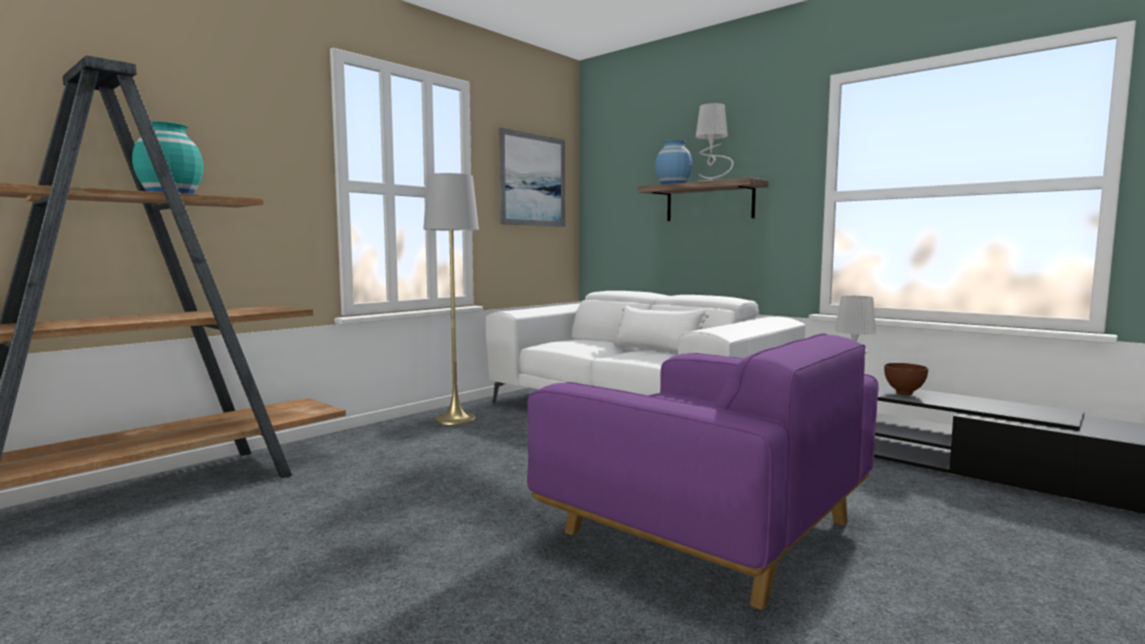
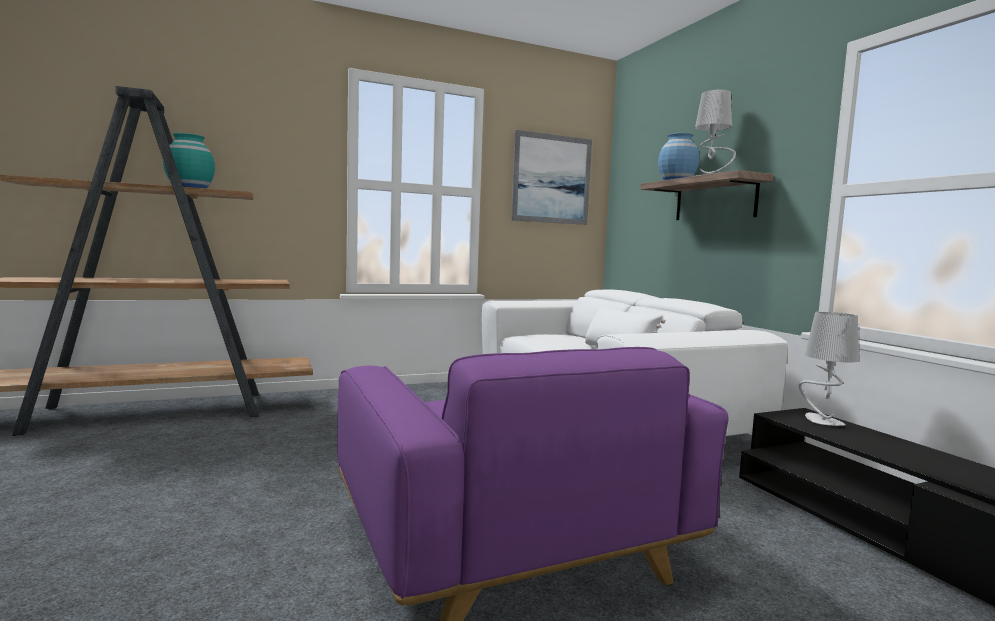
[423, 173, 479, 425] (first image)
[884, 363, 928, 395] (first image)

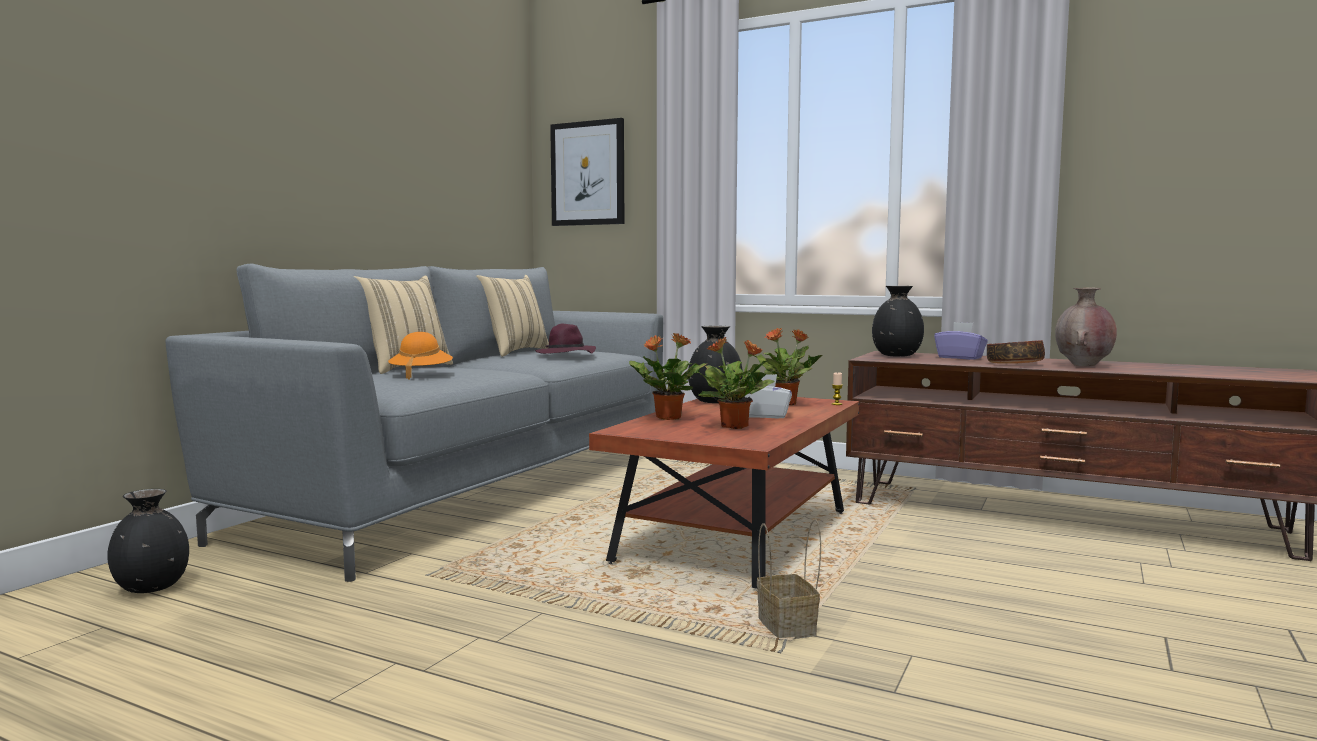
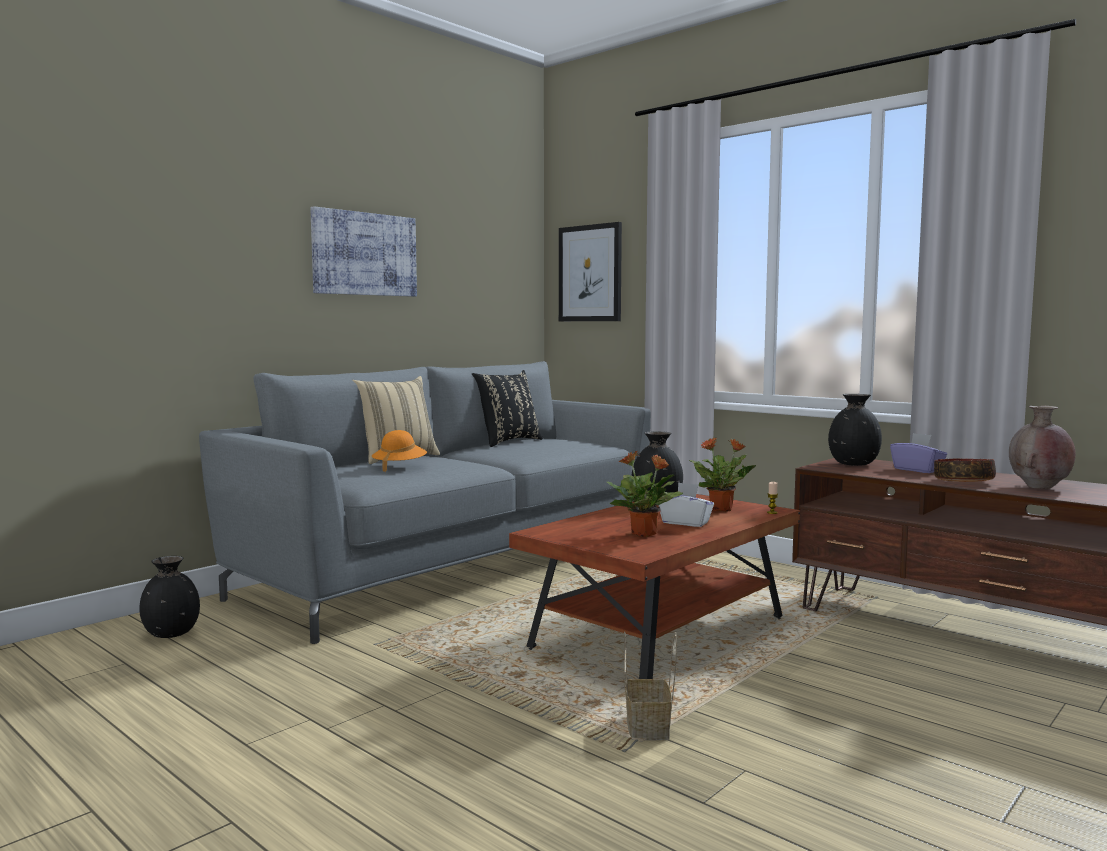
[472, 370, 543, 447]
[535, 324, 596, 354] (first image)
[629, 333, 708, 420] (first image)
[310, 206, 417, 297]

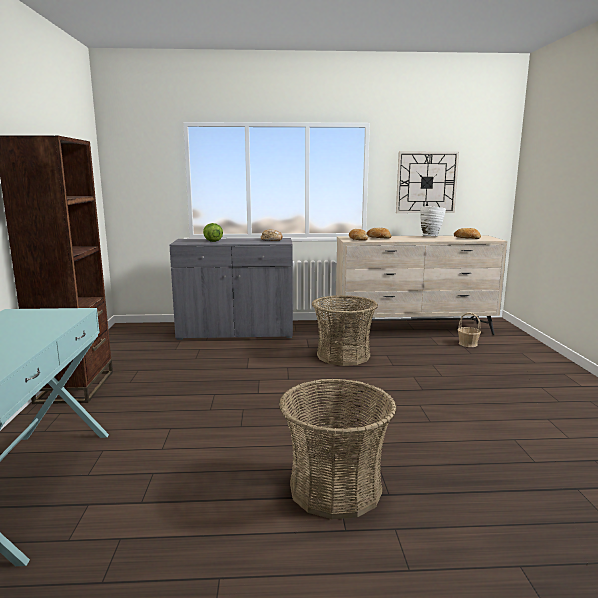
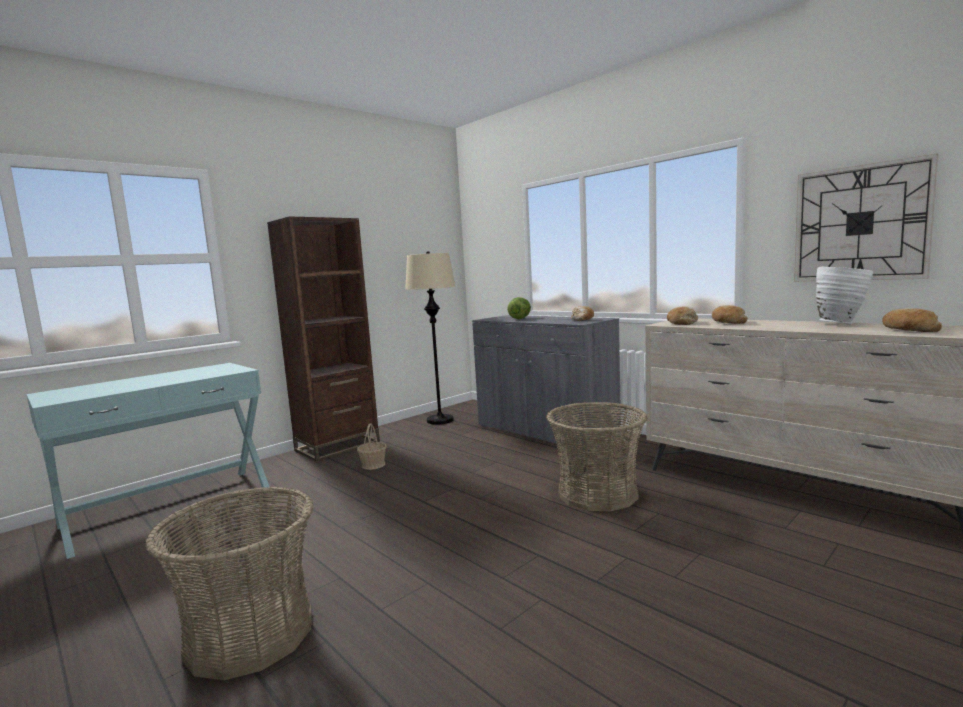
[357, 423, 386, 470]
[405, 251, 455, 425]

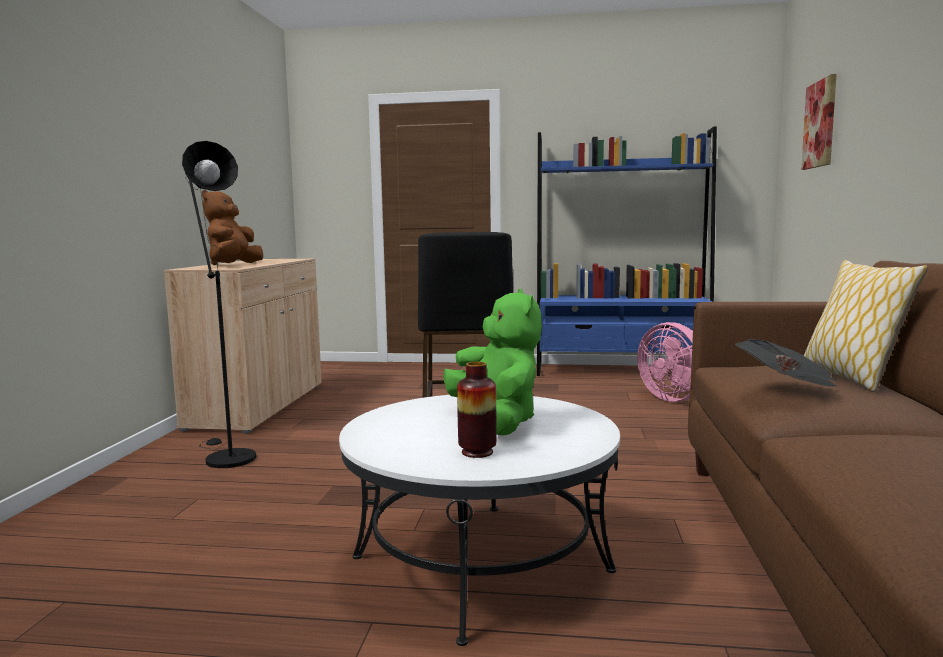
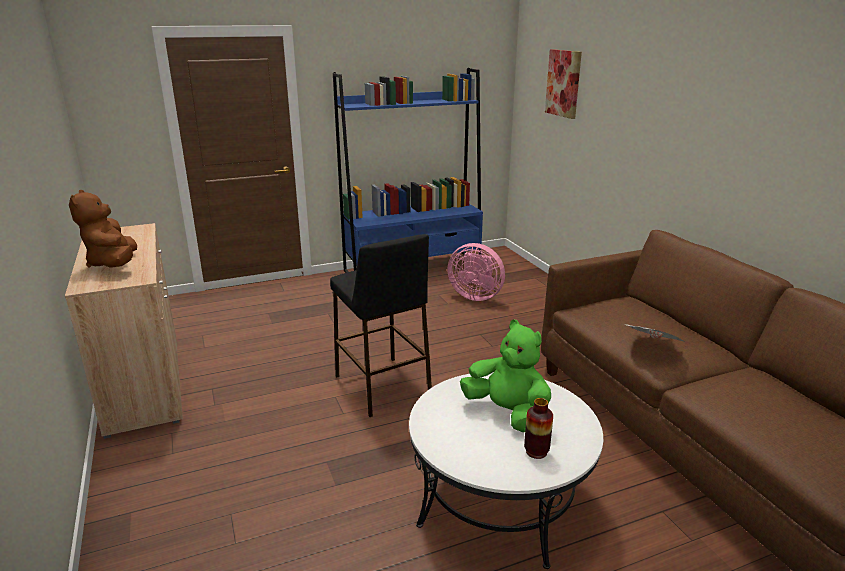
[182, 141, 256, 468] (first image)
[804, 260, 928, 392] (first image)

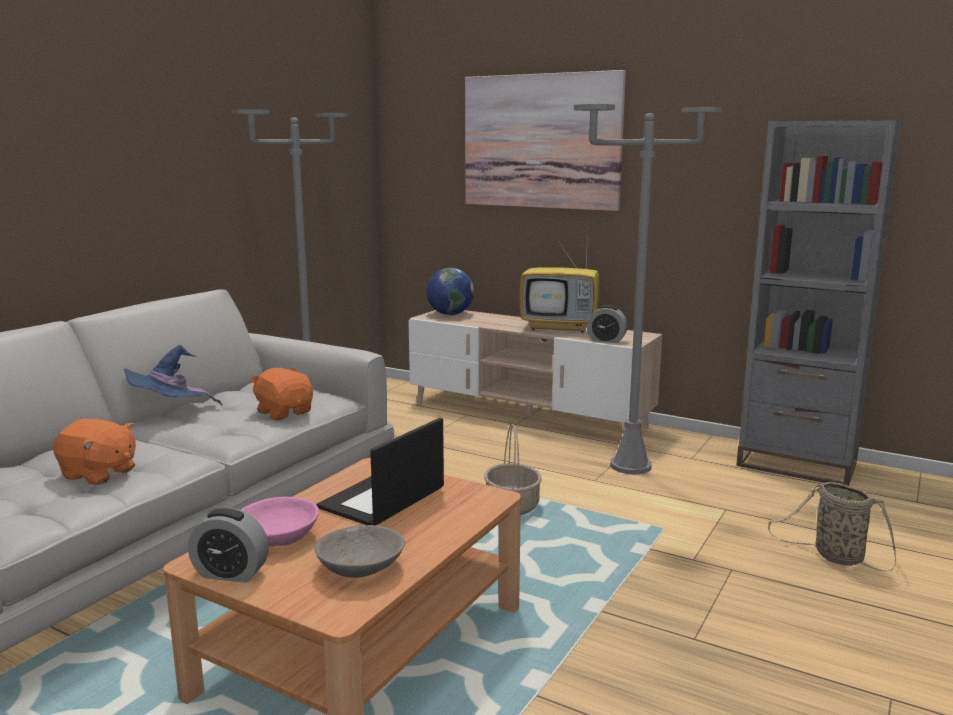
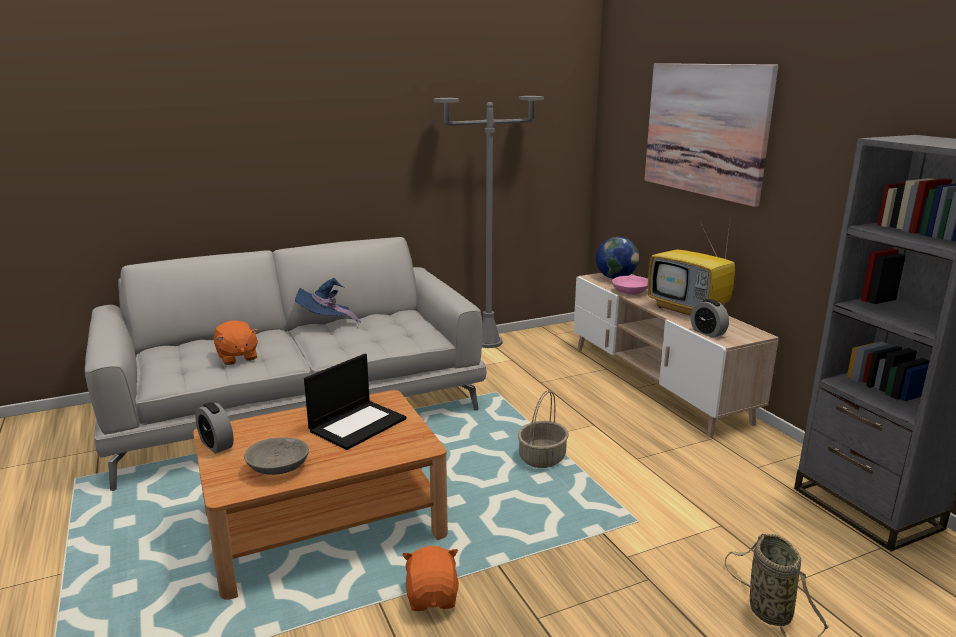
[574, 104, 721, 475] (first image)
[402, 546, 459, 611]
[304, 354, 407, 450]
[612, 276, 648, 295]

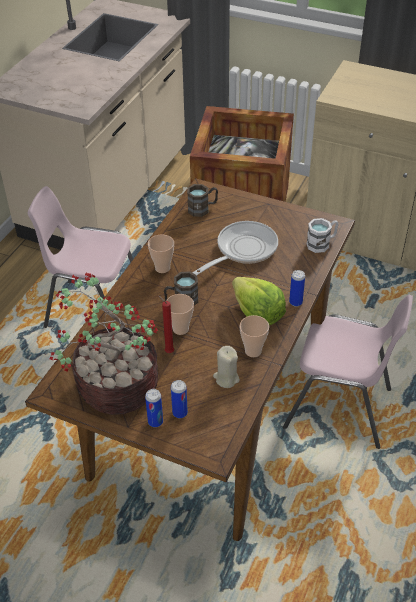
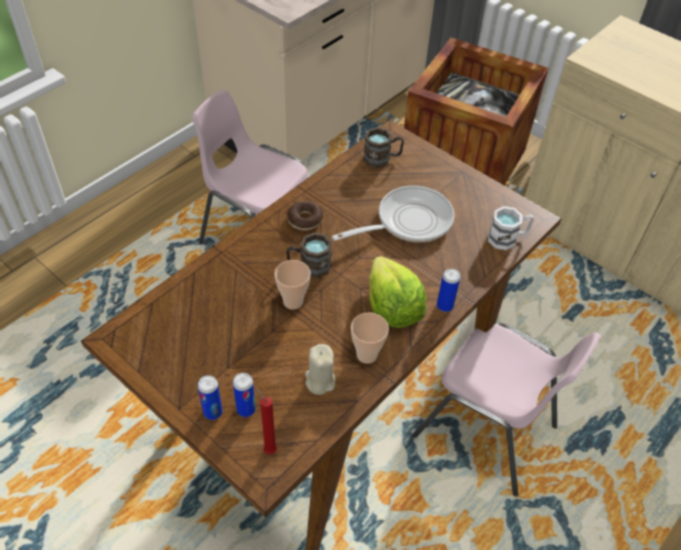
[287, 201, 323, 230]
[50, 272, 158, 415] (first image)
[256, 388, 277, 454]

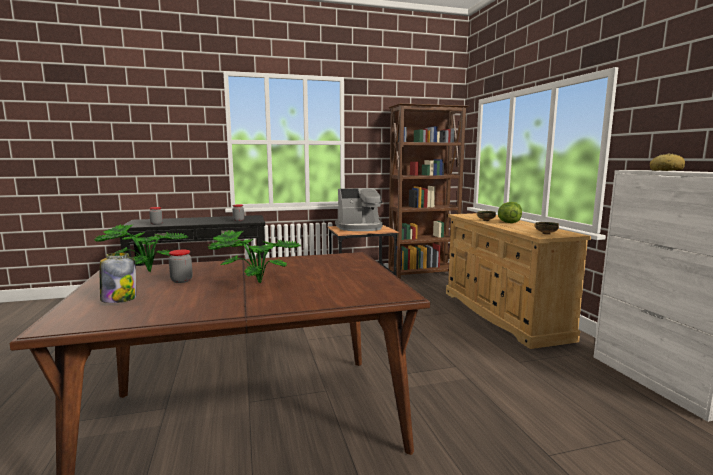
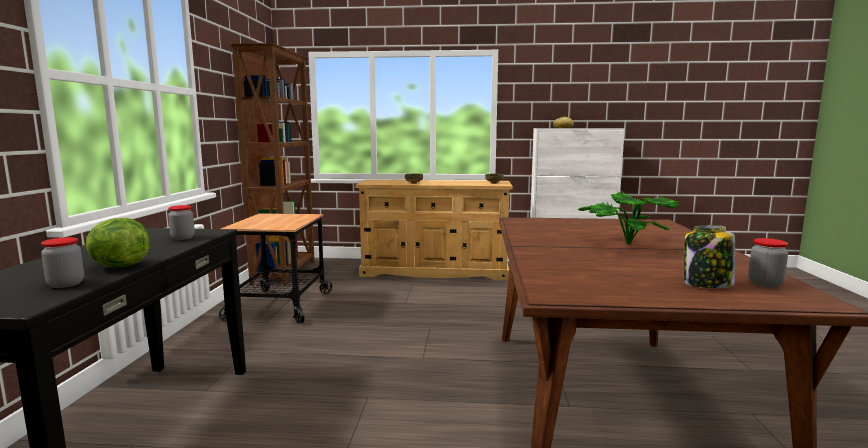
[335, 188, 383, 231] (first image)
[86, 218, 150, 268]
[94, 224, 189, 272] (first image)
[748, 238, 788, 287]

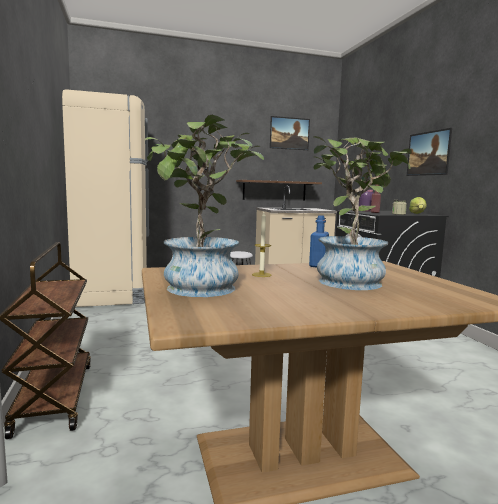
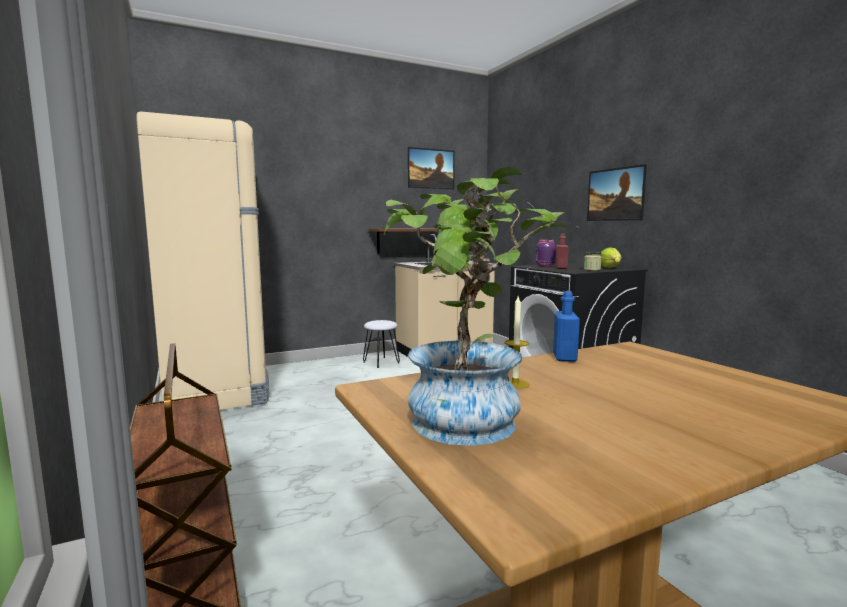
[313, 136, 412, 290] (first image)

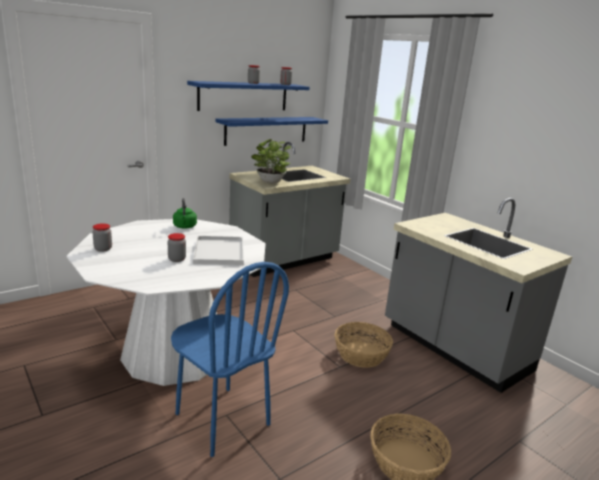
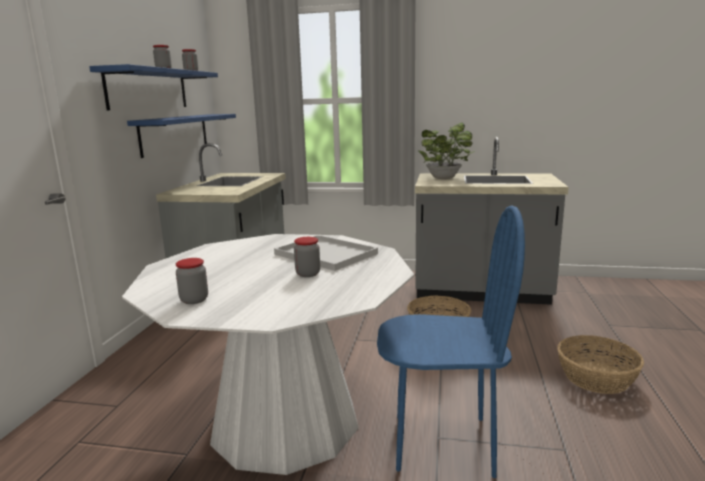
[418, 122, 475, 179]
[173, 198, 197, 229] (first image)

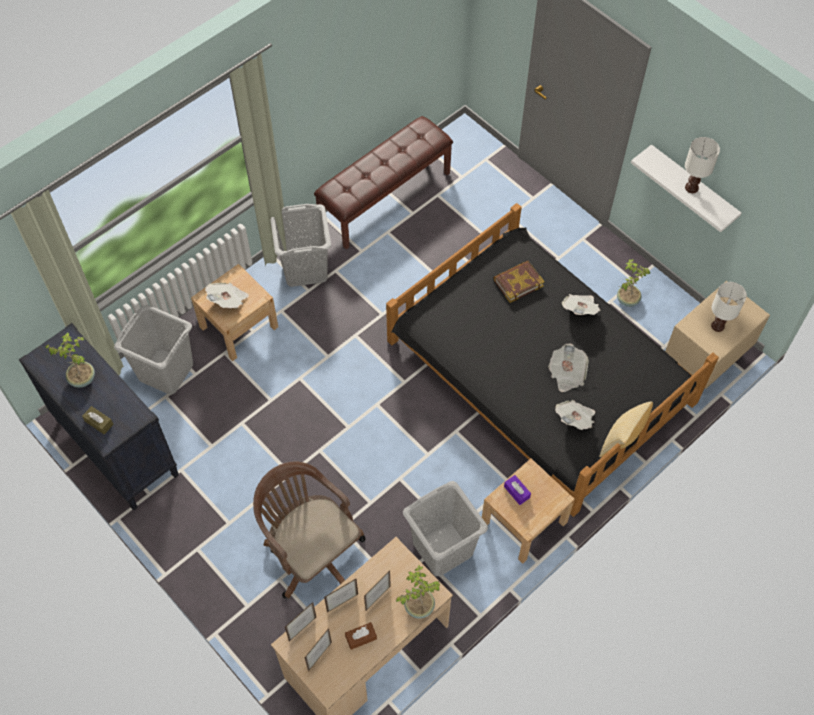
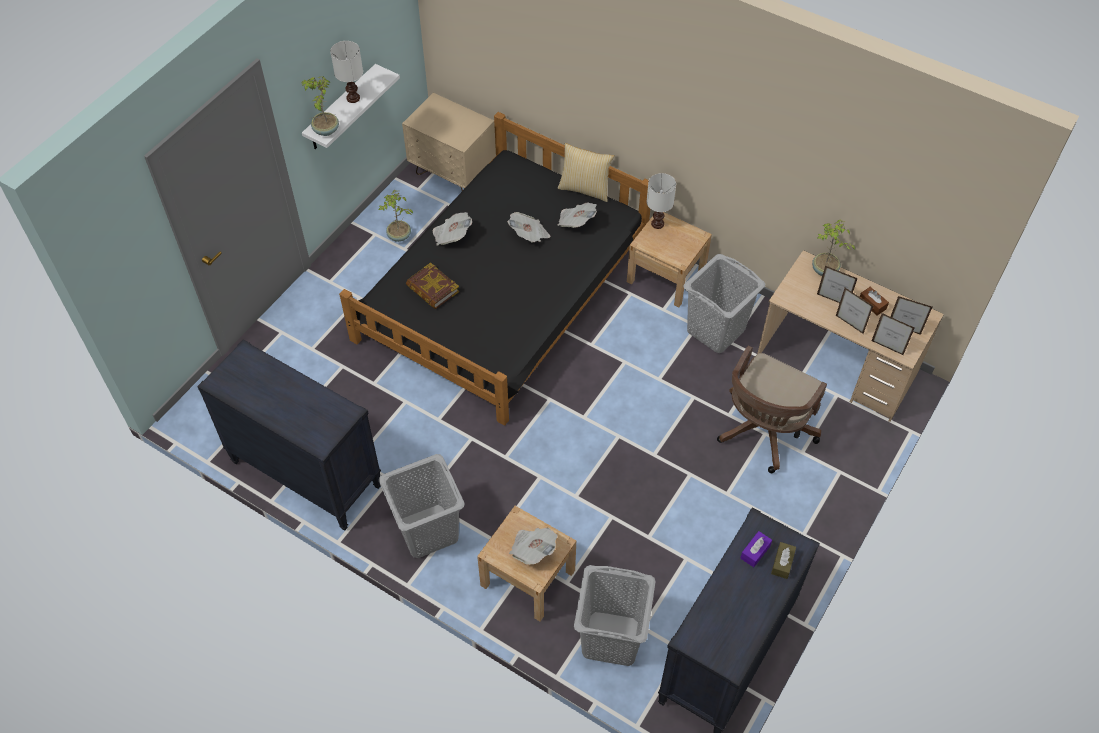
[197, 339, 381, 531]
[646, 173, 676, 229]
[301, 76, 339, 136]
[740, 531, 772, 567]

